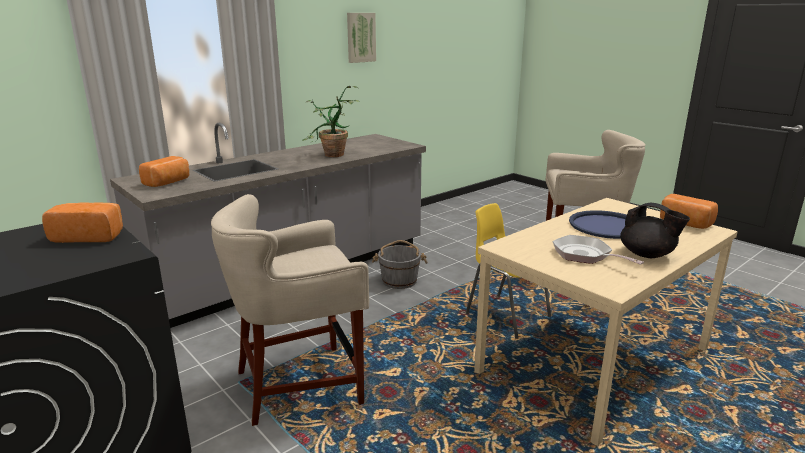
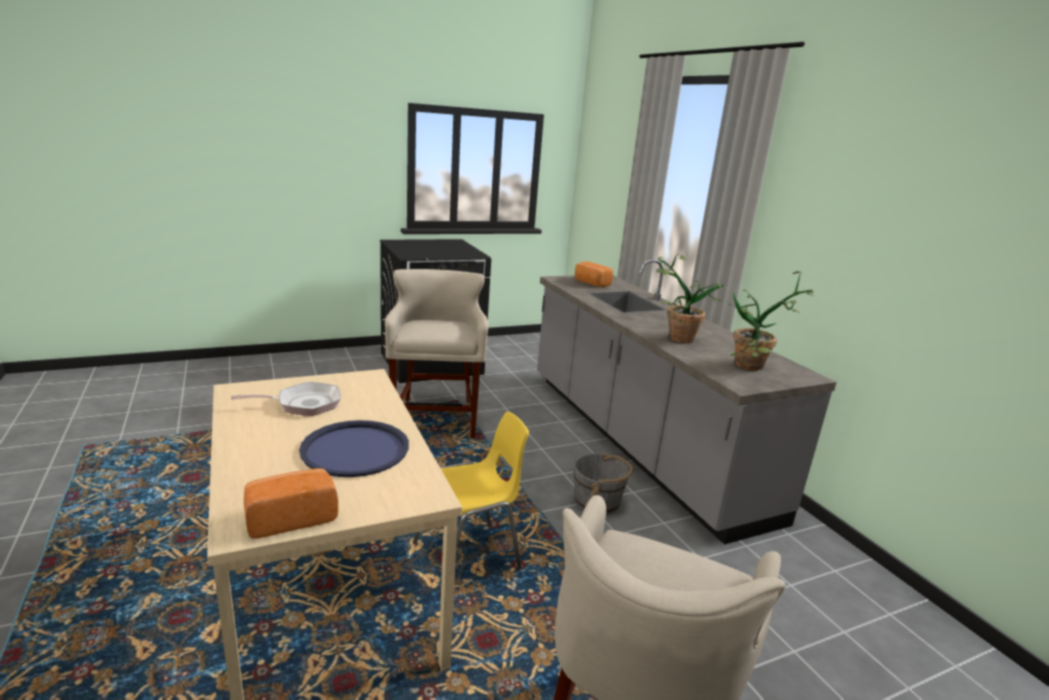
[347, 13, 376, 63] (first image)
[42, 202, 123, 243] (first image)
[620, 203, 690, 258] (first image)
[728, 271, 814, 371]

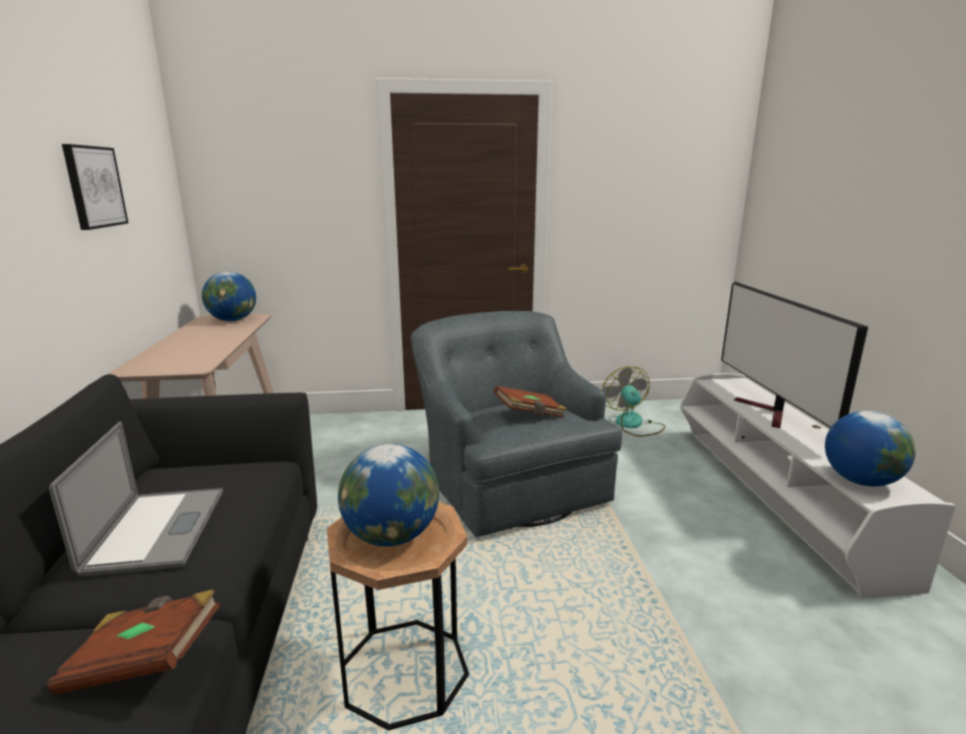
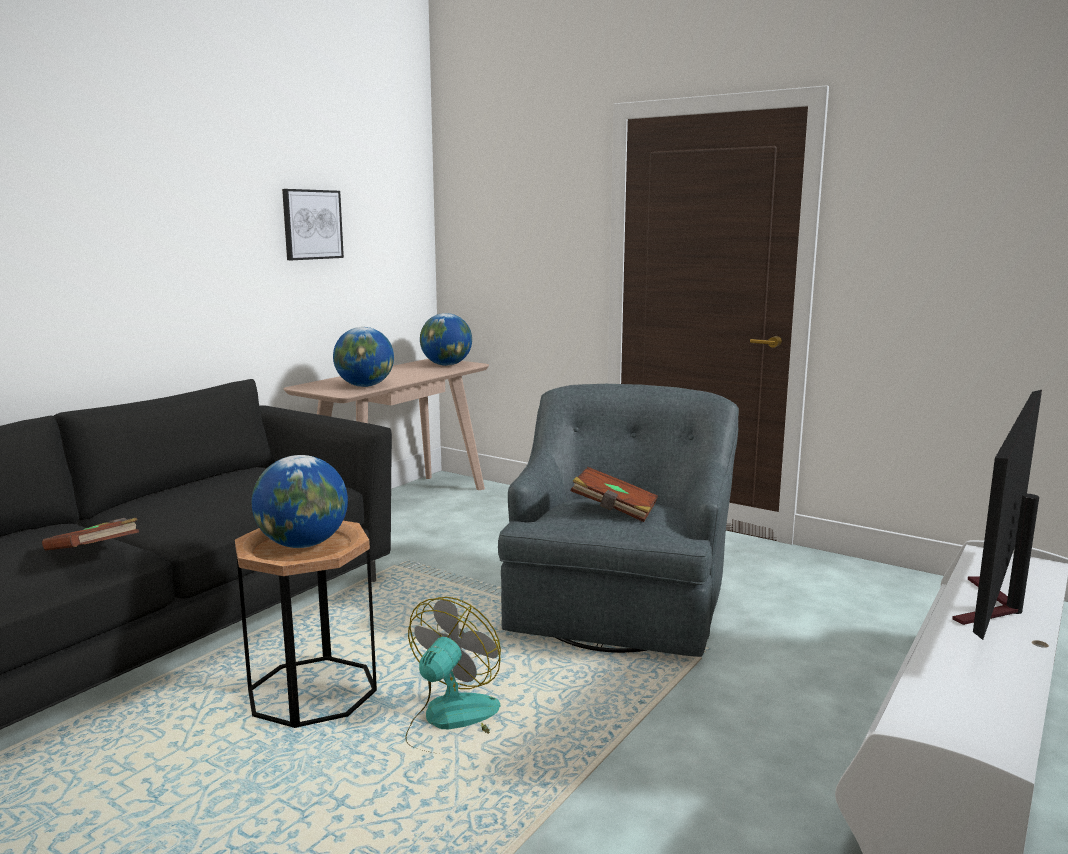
[406, 597, 501, 754]
[333, 327, 394, 387]
[49, 421, 223, 577] (first image)

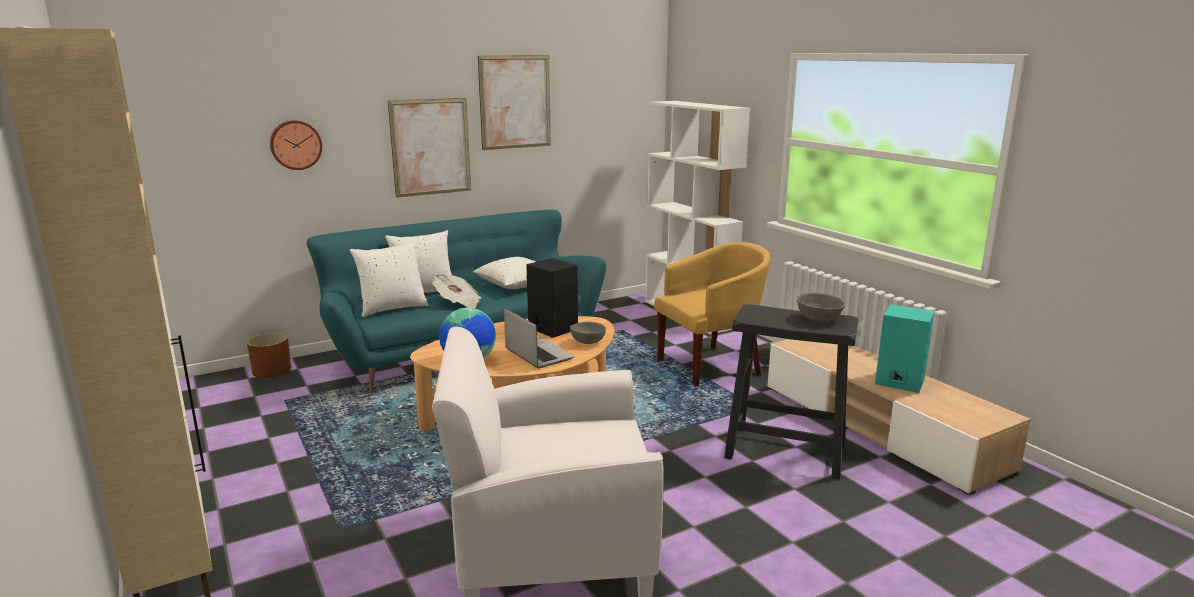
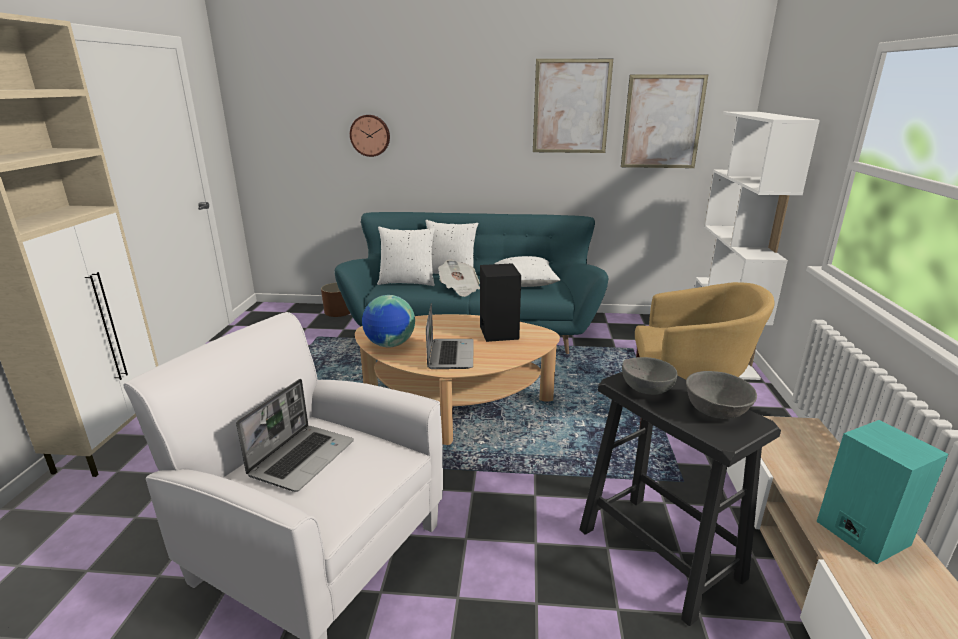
[621, 75, 708, 168]
[622, 357, 677, 395]
[236, 379, 354, 492]

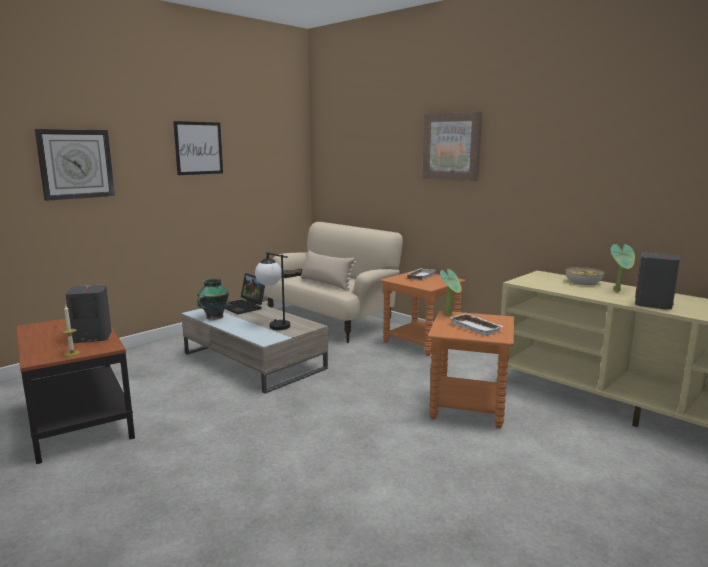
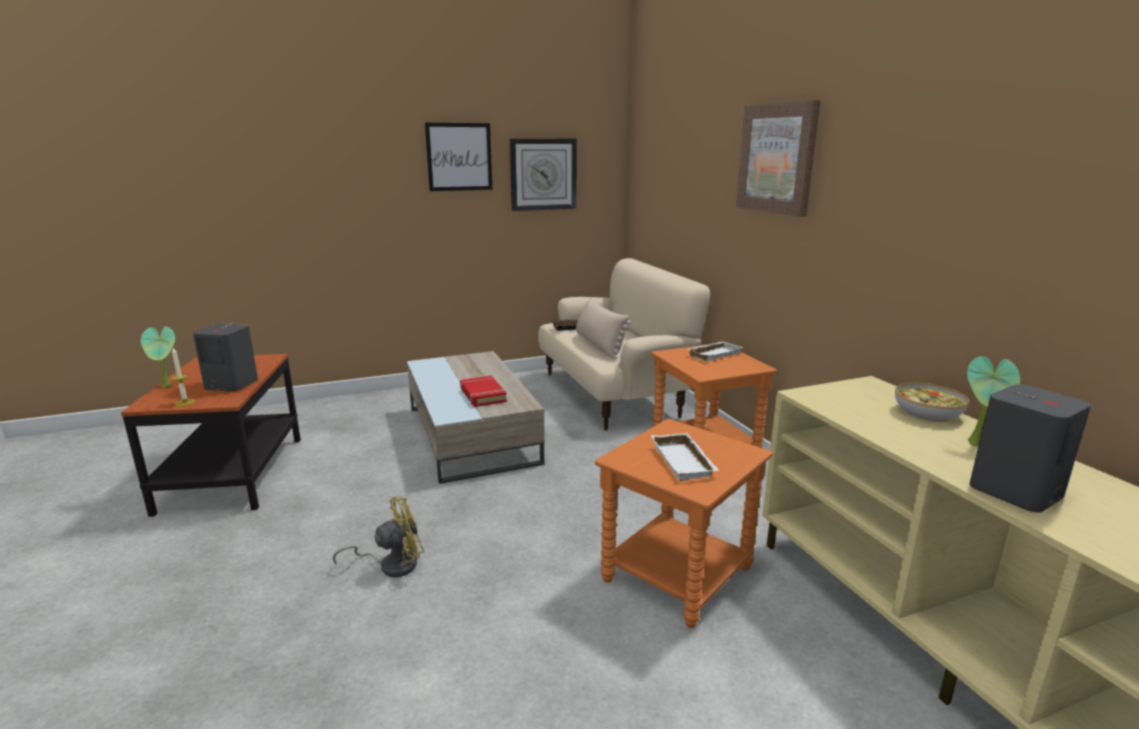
[510, 138, 577, 211]
[460, 376, 507, 407]
[141, 326, 175, 388]
[225, 273, 265, 315] (first image)
[197, 278, 229, 320] (first image)
[333, 497, 424, 577]

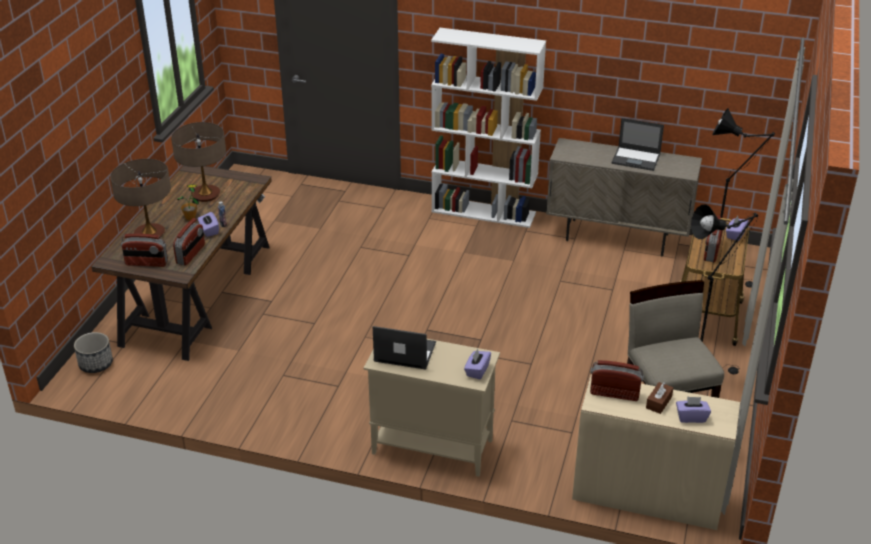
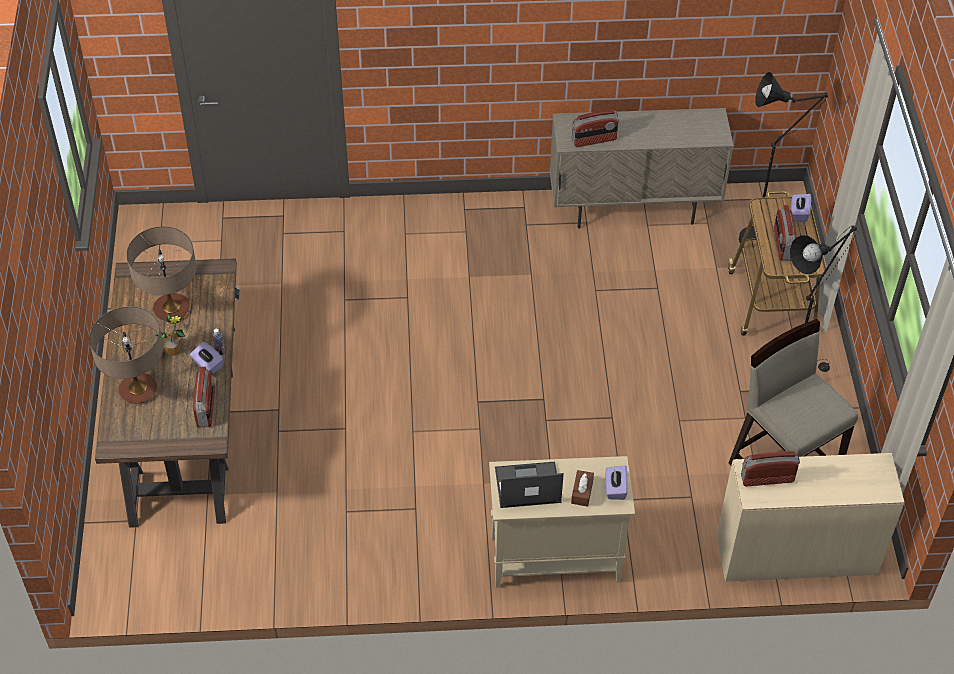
[431, 28, 546, 228] (first image)
[612, 118, 664, 171] (first image)
[572, 110, 619, 147]
[74, 332, 113, 373] (first image)
[571, 470, 594, 507]
[676, 396, 711, 423] (first image)

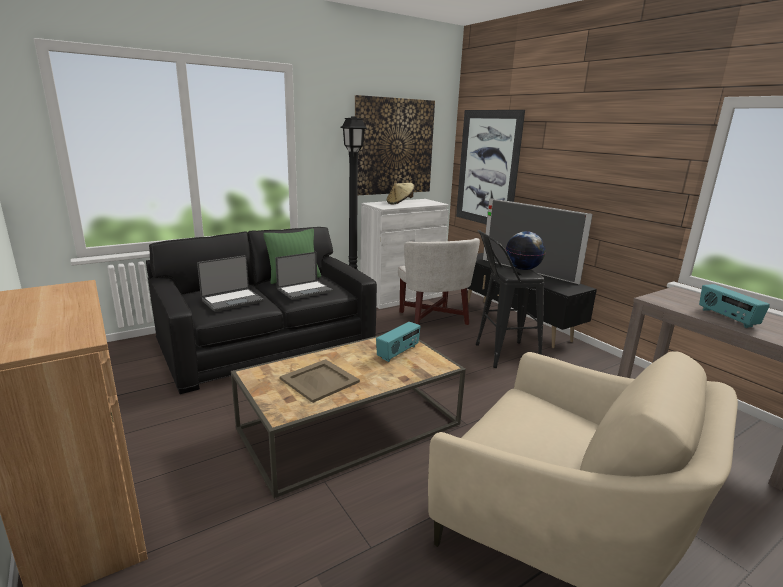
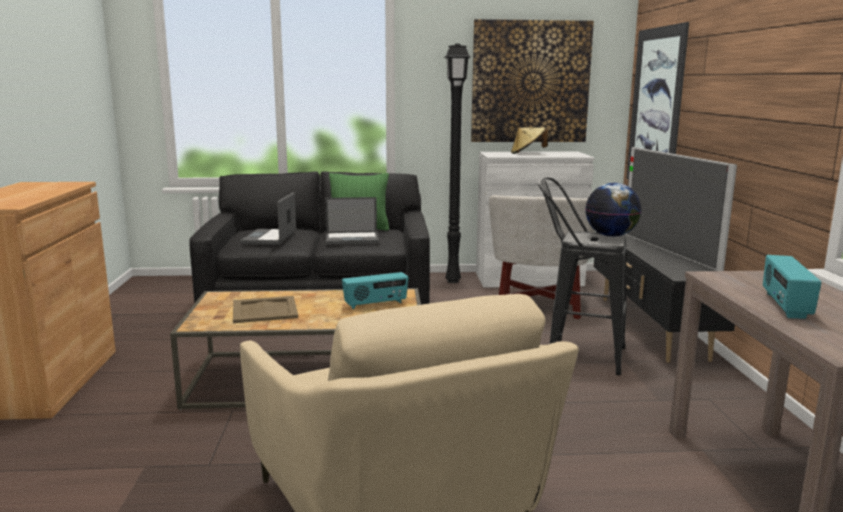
[240, 192, 296, 245]

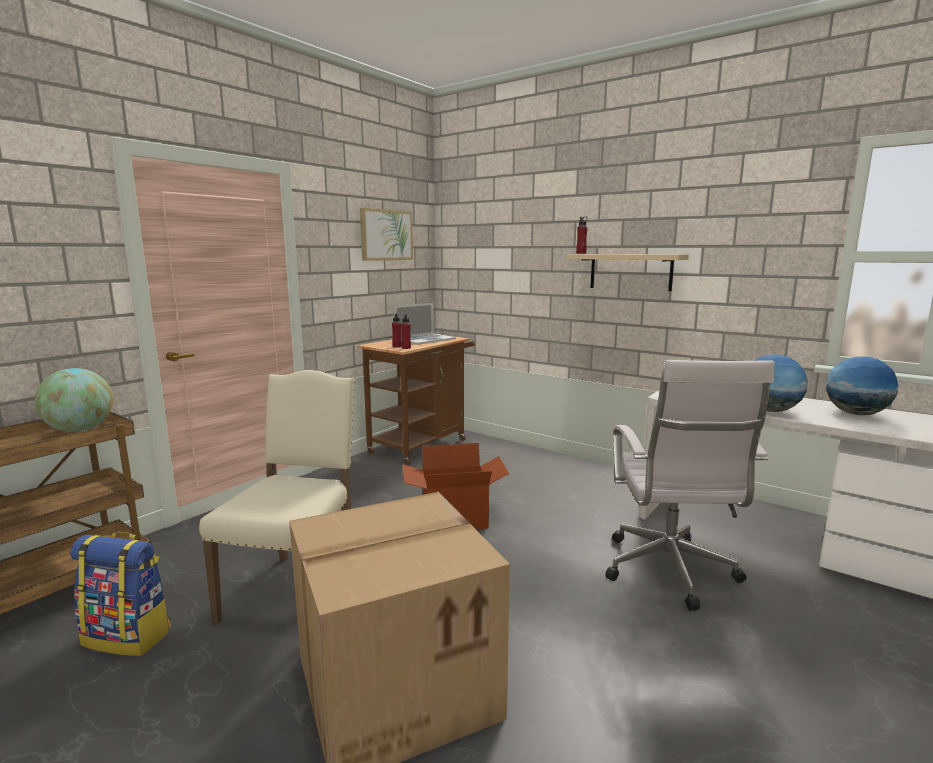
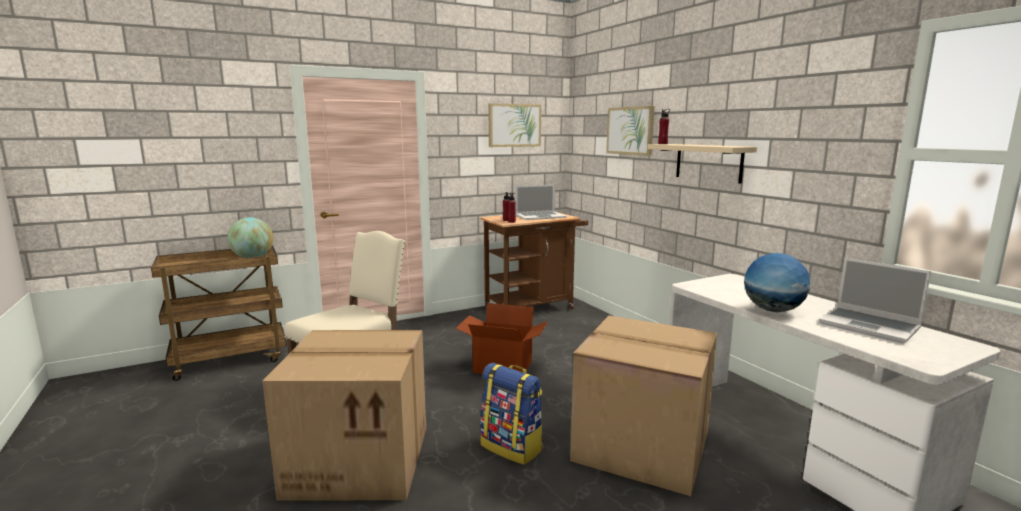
[819, 258, 931, 343]
[570, 316, 717, 496]
[480, 363, 543, 465]
[606, 106, 655, 156]

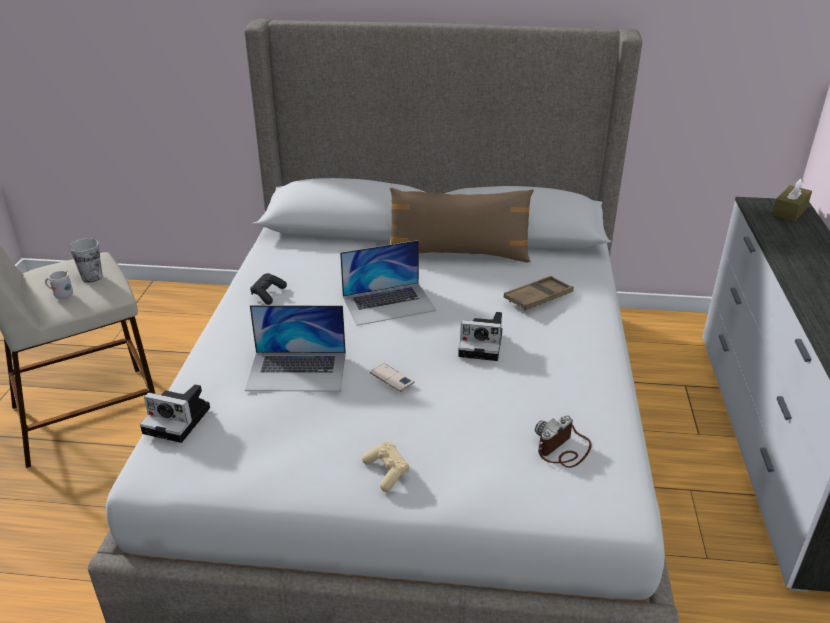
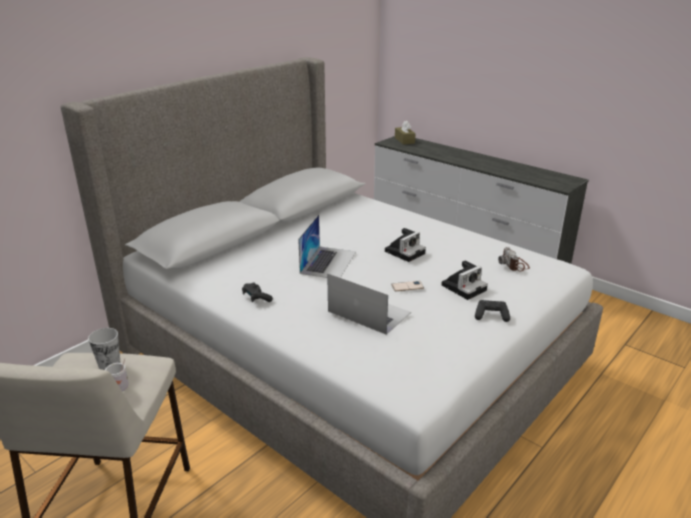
[390, 188, 534, 262] (first image)
[504, 276, 574, 310] (first image)
[327, 273, 411, 335]
[442, 261, 488, 300]
[475, 300, 510, 322]

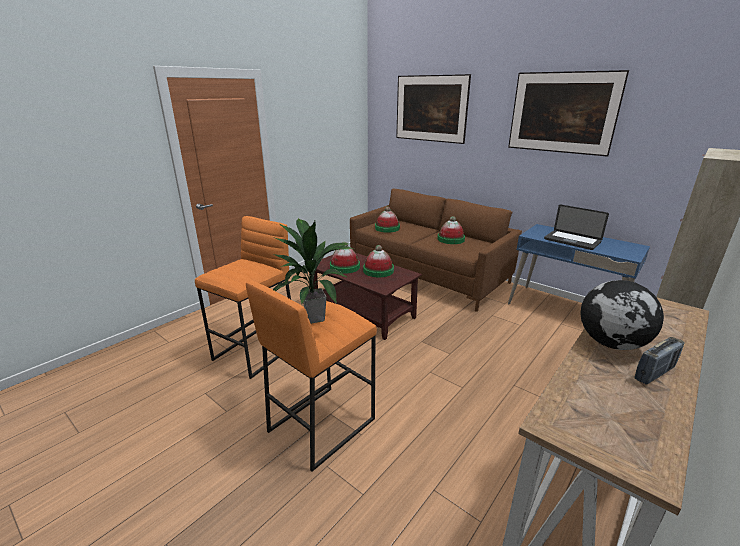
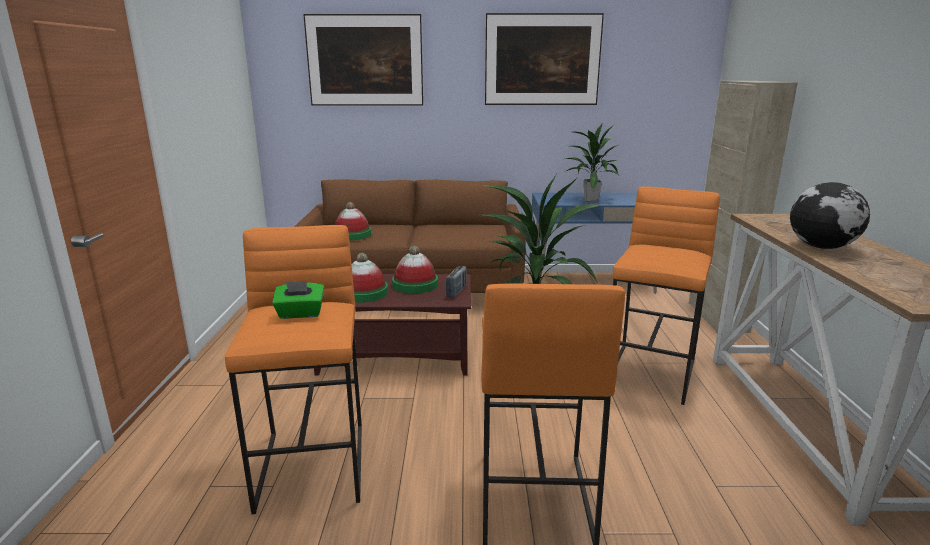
[566, 123, 620, 202]
[437, 216, 465, 244] (first image)
[446, 266, 467, 298]
[613, 187, 720, 405]
[272, 281, 324, 319]

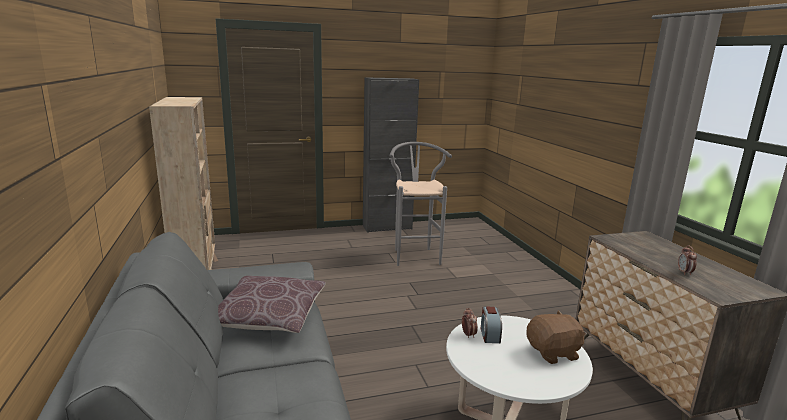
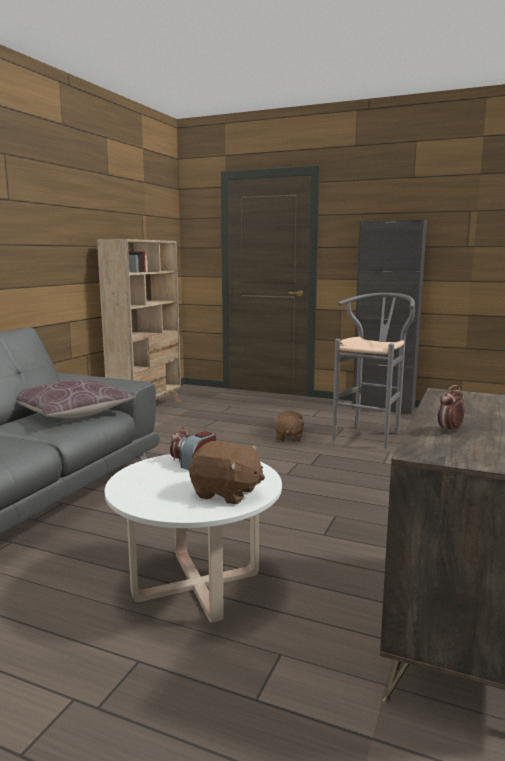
[273, 411, 304, 442]

